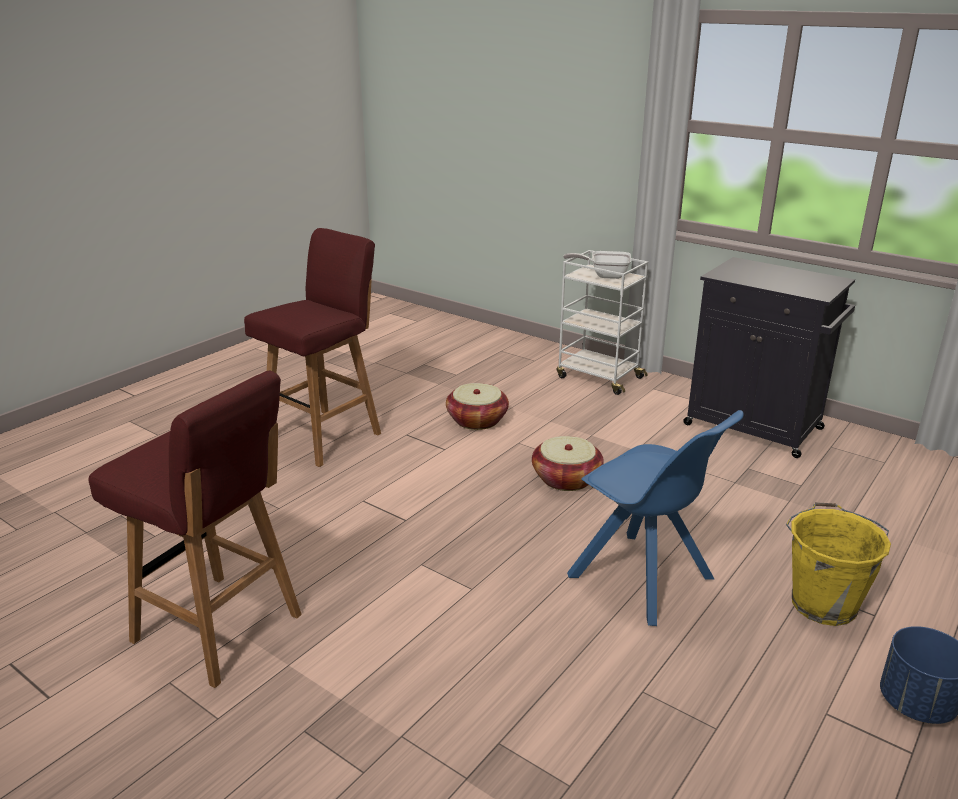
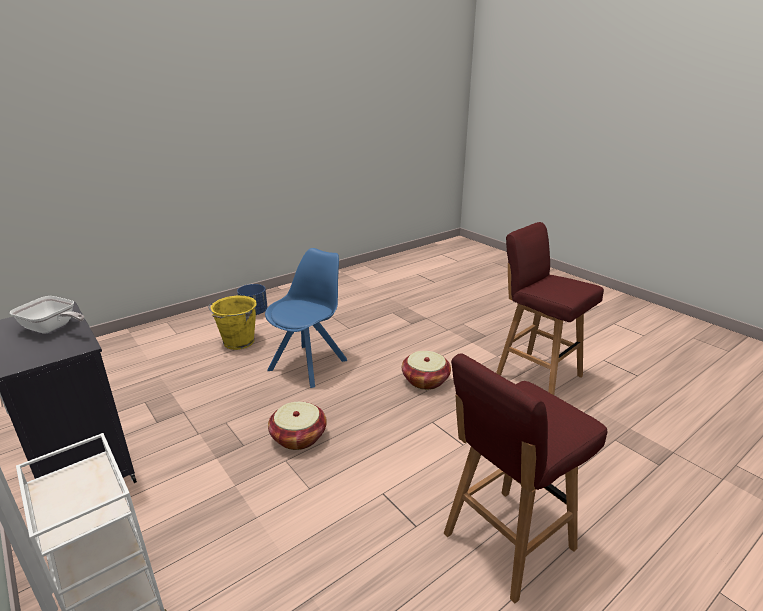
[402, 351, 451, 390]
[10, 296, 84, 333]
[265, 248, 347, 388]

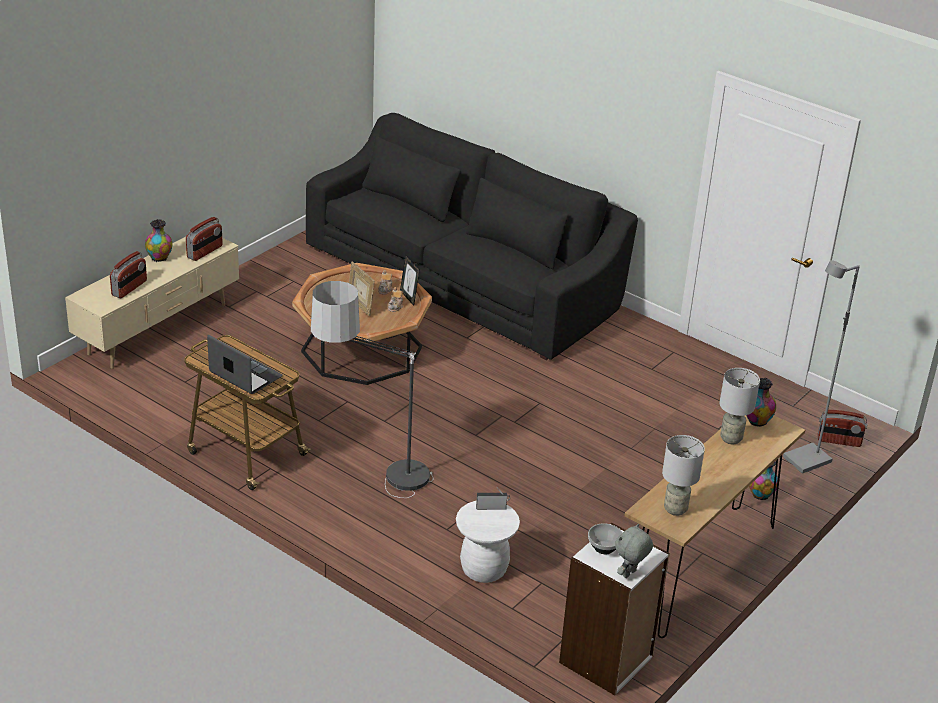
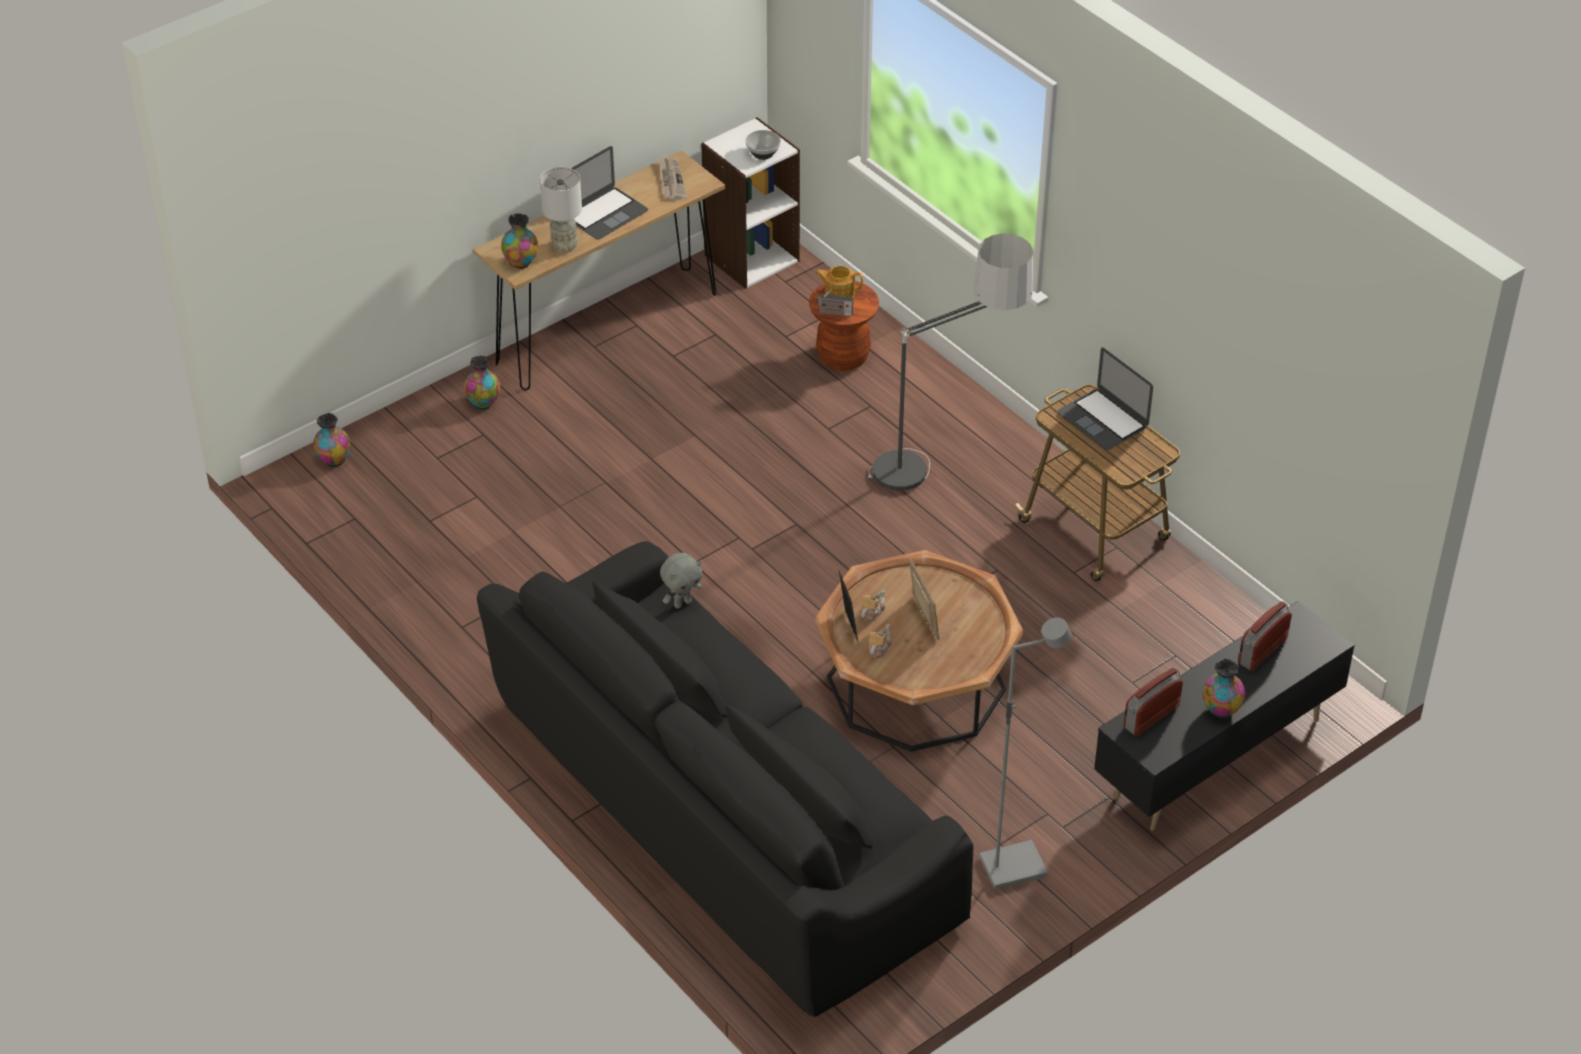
[572, 146, 648, 240]
[816, 266, 863, 298]
[660, 553, 702, 608]
[979, 617, 1072, 890]
[659, 158, 687, 201]
[313, 413, 351, 467]
[1094, 601, 1355, 831]
[809, 281, 879, 371]

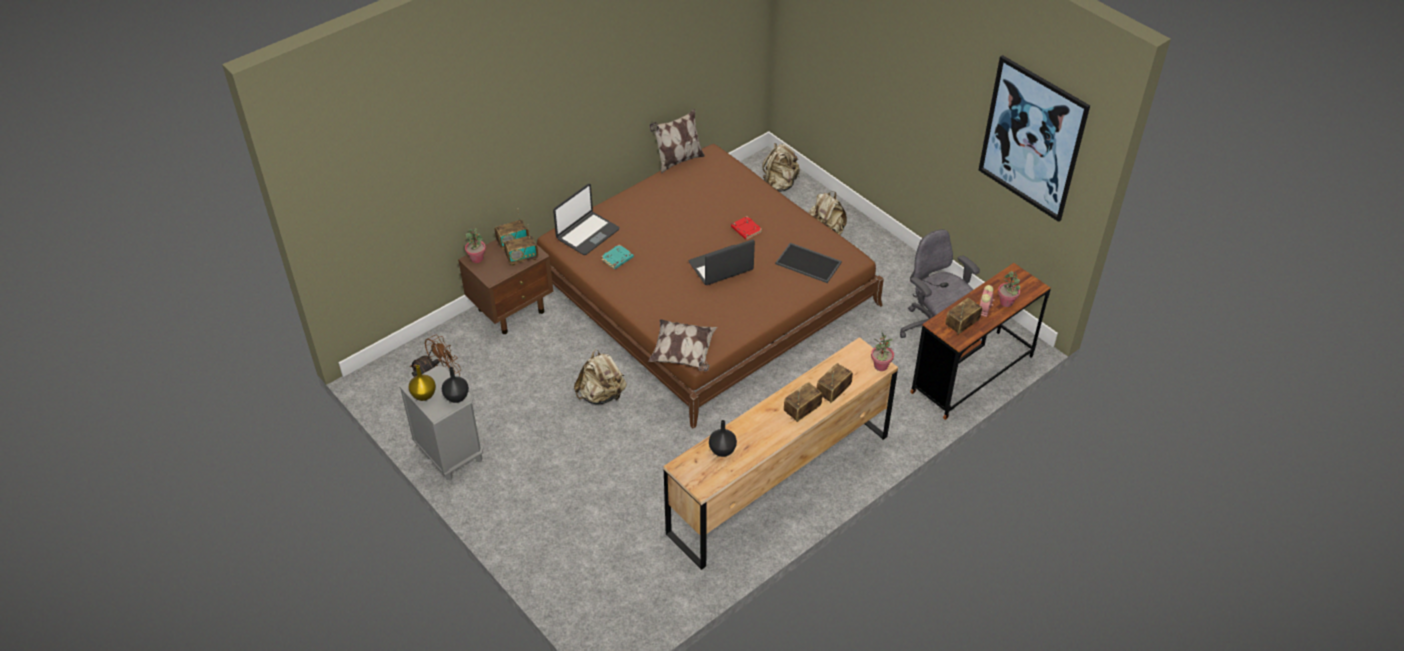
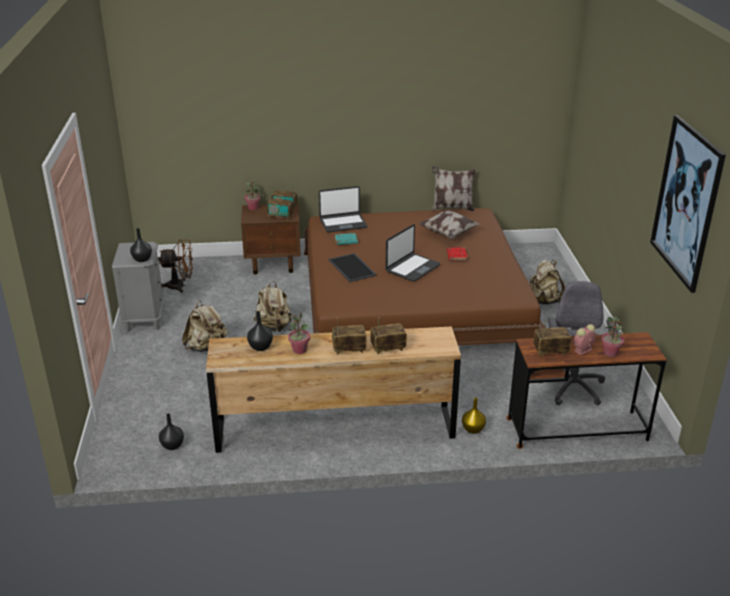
[159, 413, 184, 450]
[462, 398, 486, 434]
[419, 210, 480, 239]
[182, 301, 228, 352]
[329, 253, 377, 282]
[288, 312, 310, 354]
[385, 224, 440, 282]

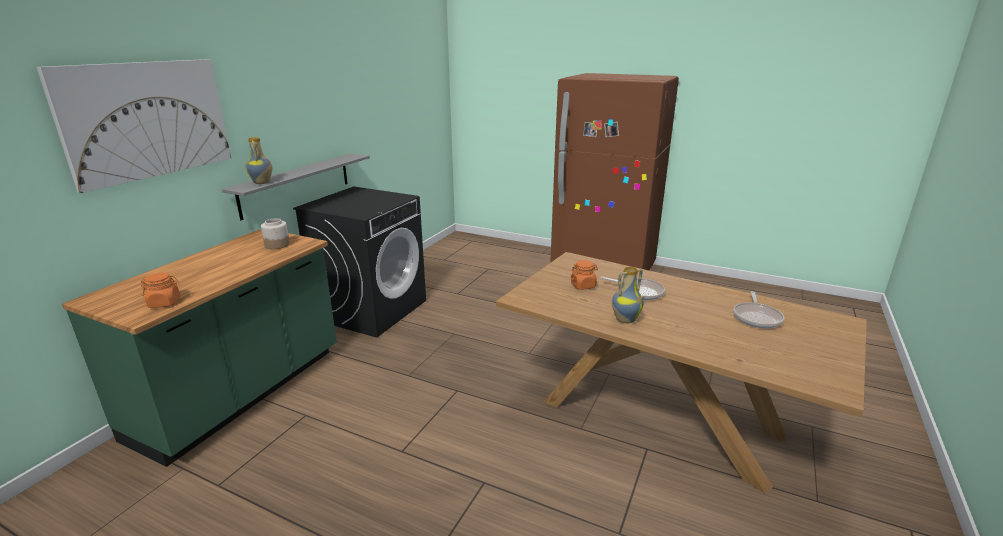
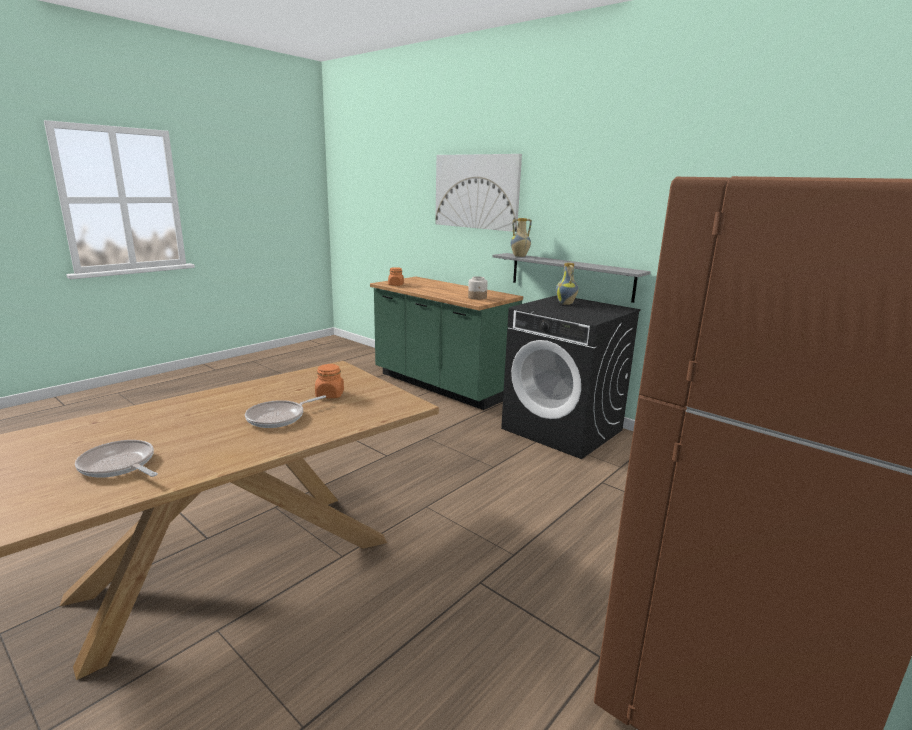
[556, 263, 578, 305]

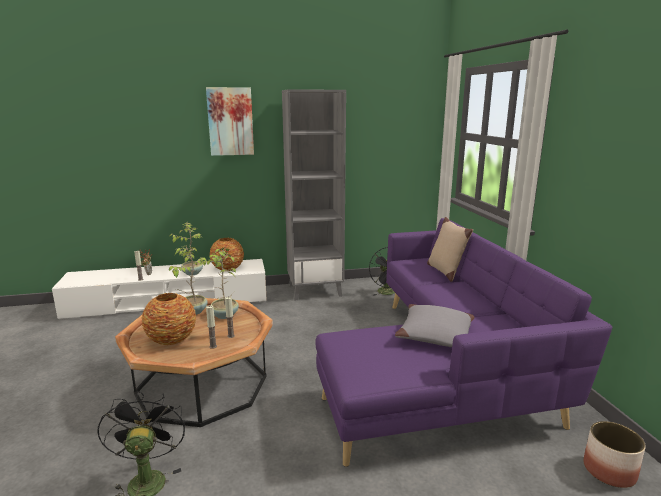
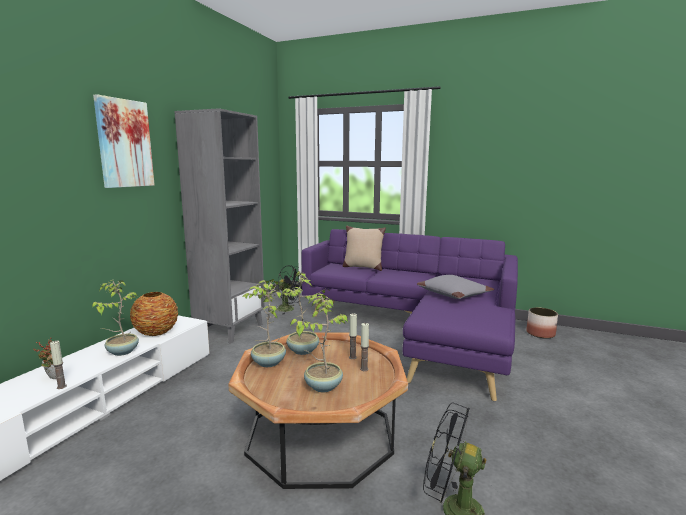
[290, 294, 349, 392]

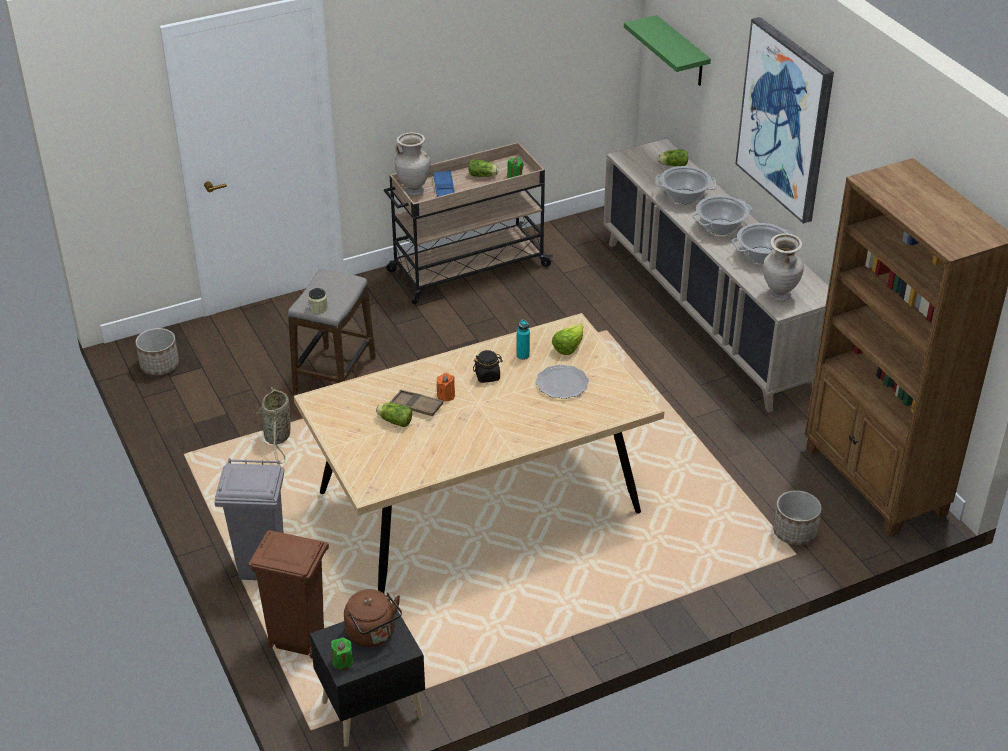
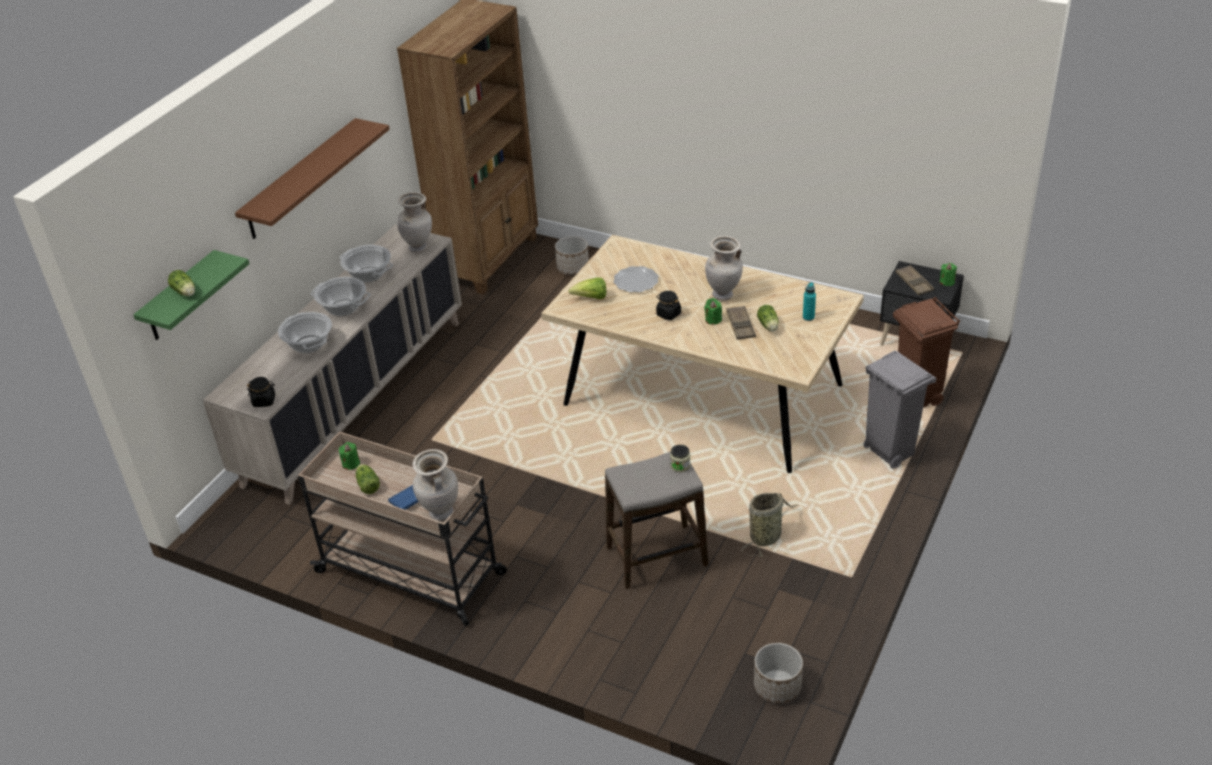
[247, 377, 275, 407]
[705, 236, 743, 301]
[803, 282, 816, 321]
[168, 270, 195, 296]
[896, 265, 934, 295]
[235, 118, 390, 239]
[704, 298, 722, 325]

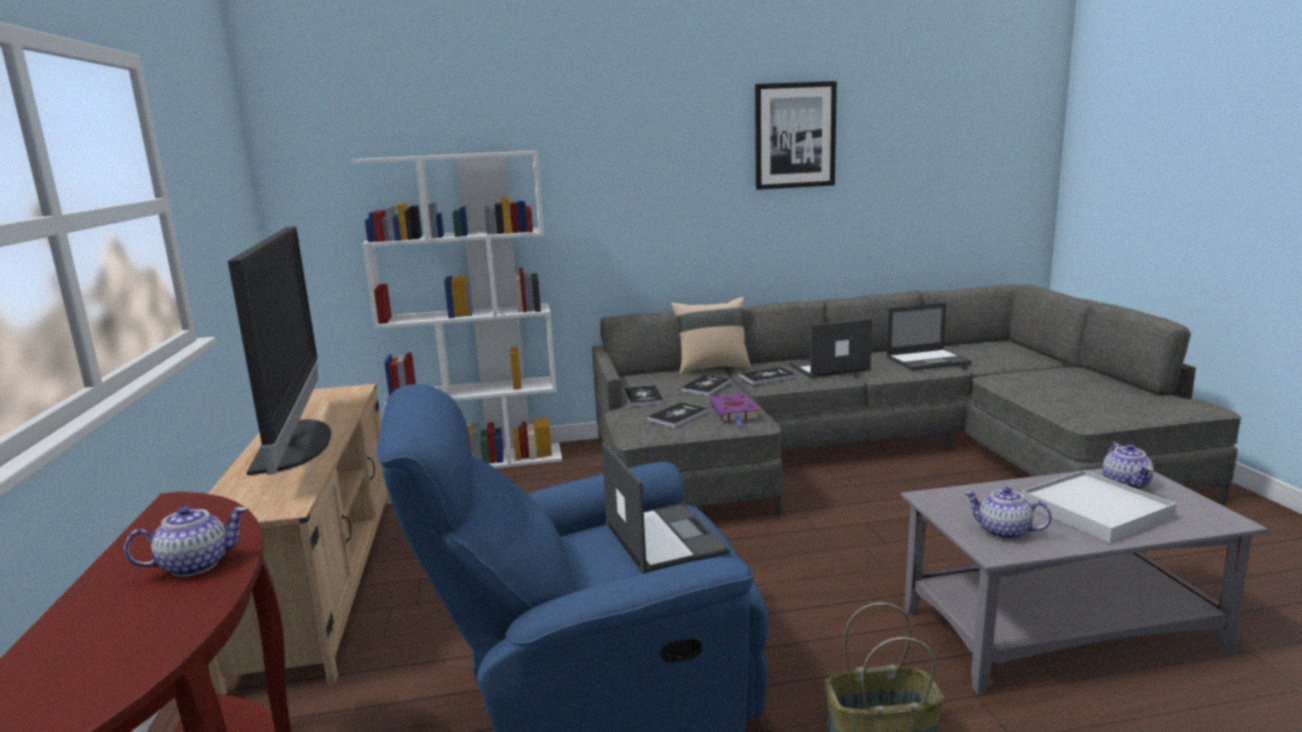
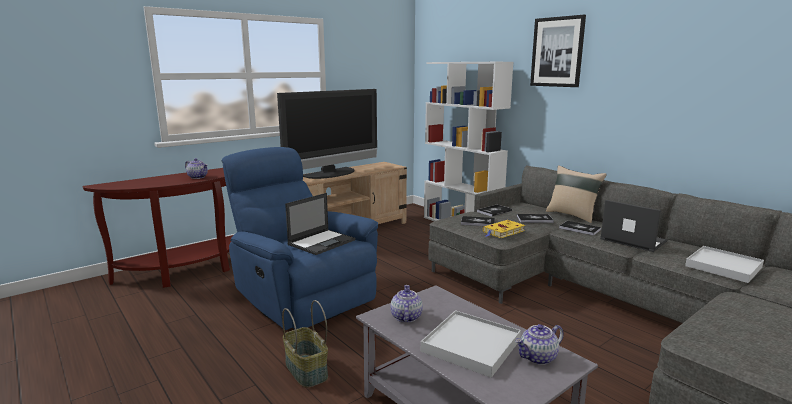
[530, 15, 586, 87]
[685, 246, 764, 283]
[483, 220, 525, 238]

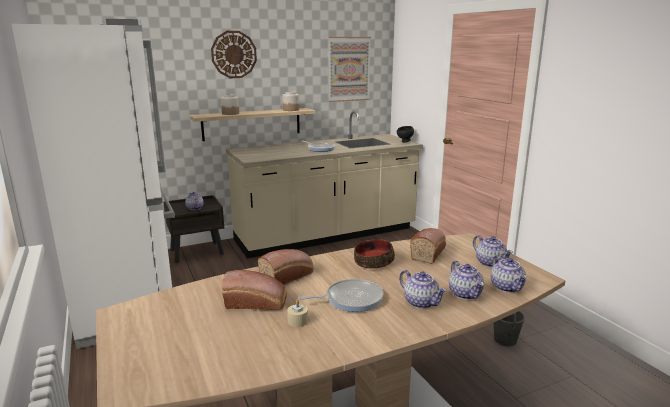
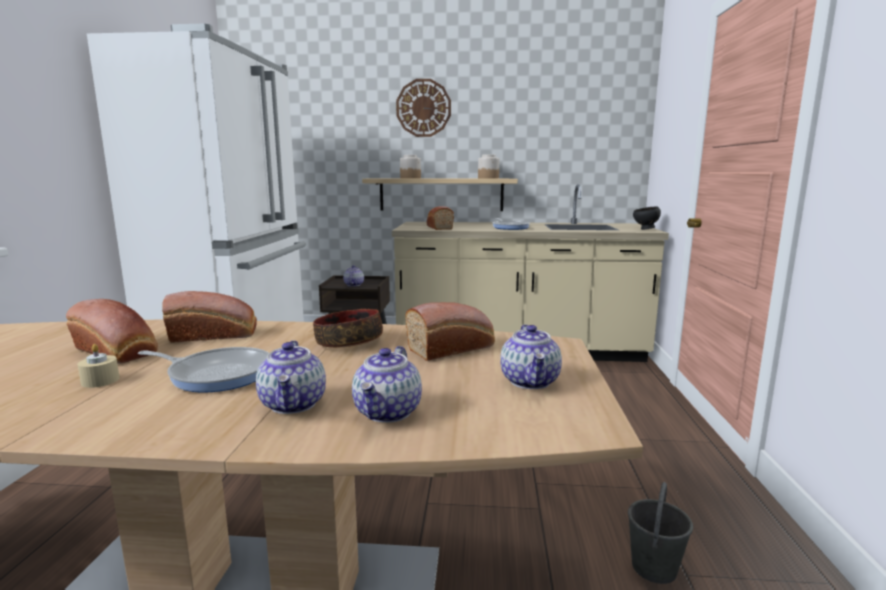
[328, 37, 371, 102] (first image)
[491, 255, 527, 293] (first image)
[427, 206, 454, 230]

